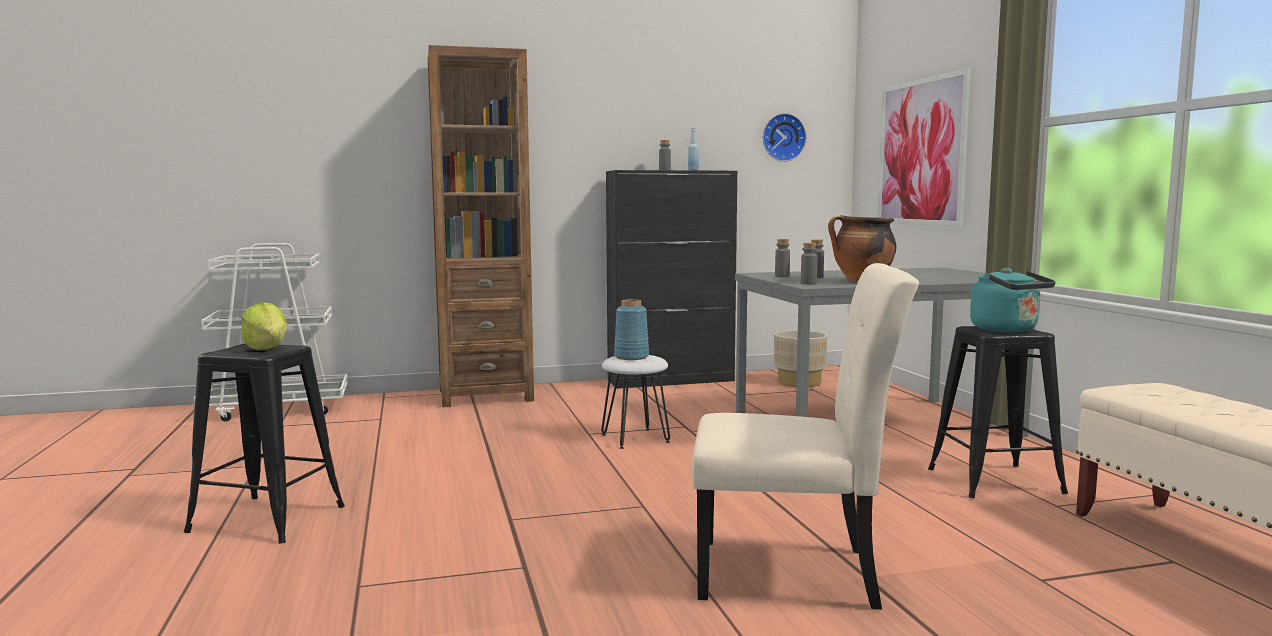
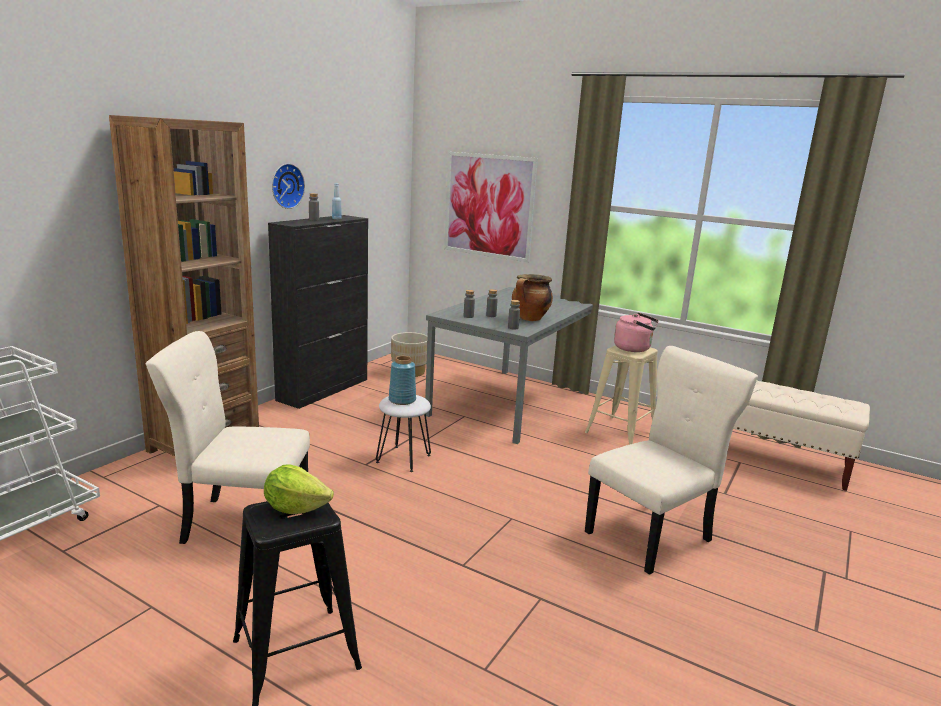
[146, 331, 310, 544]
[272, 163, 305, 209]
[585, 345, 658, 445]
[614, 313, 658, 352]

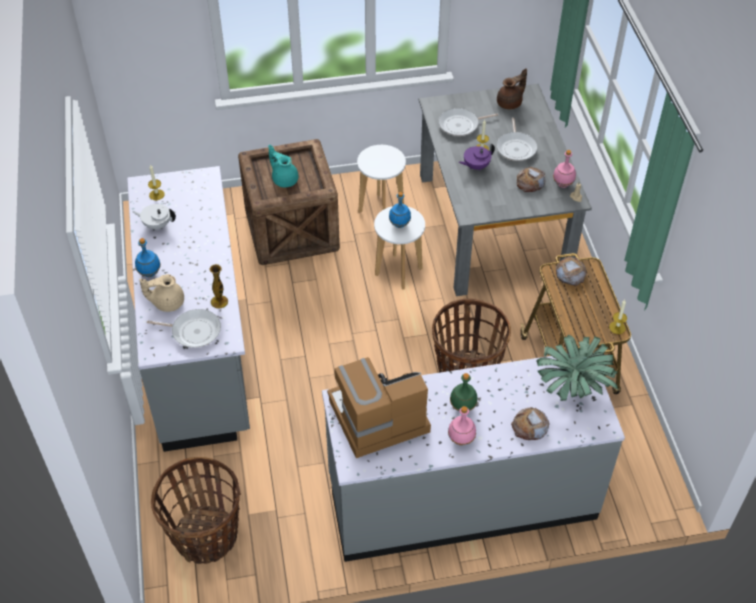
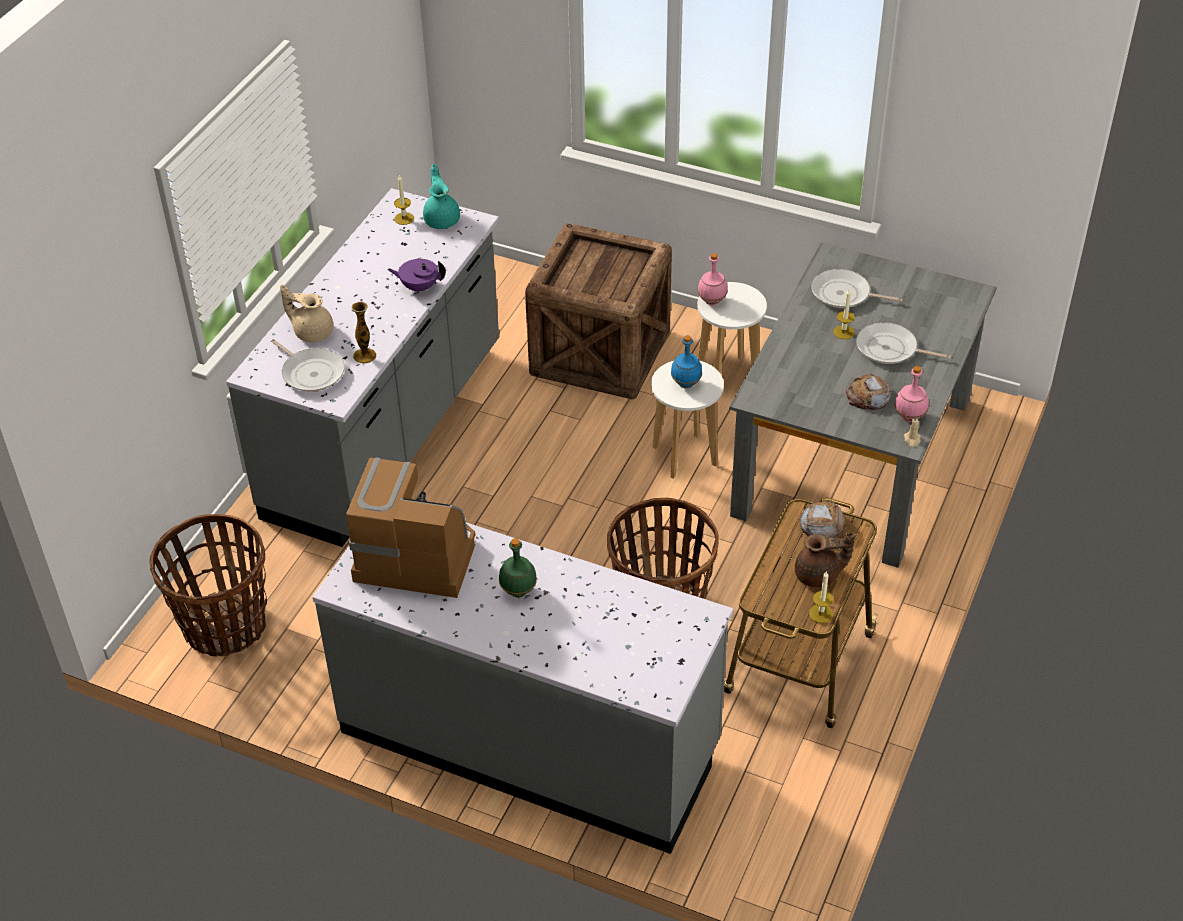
[133, 204, 176, 230] (first image)
[135, 238, 161, 277] (first image)
[511, 407, 550, 440] (first image)
[536, 335, 618, 401] (first image)
[423, 164, 460, 229]
[698, 253, 728, 305]
[387, 259, 446, 293]
[795, 532, 855, 588]
[856, 322, 951, 364]

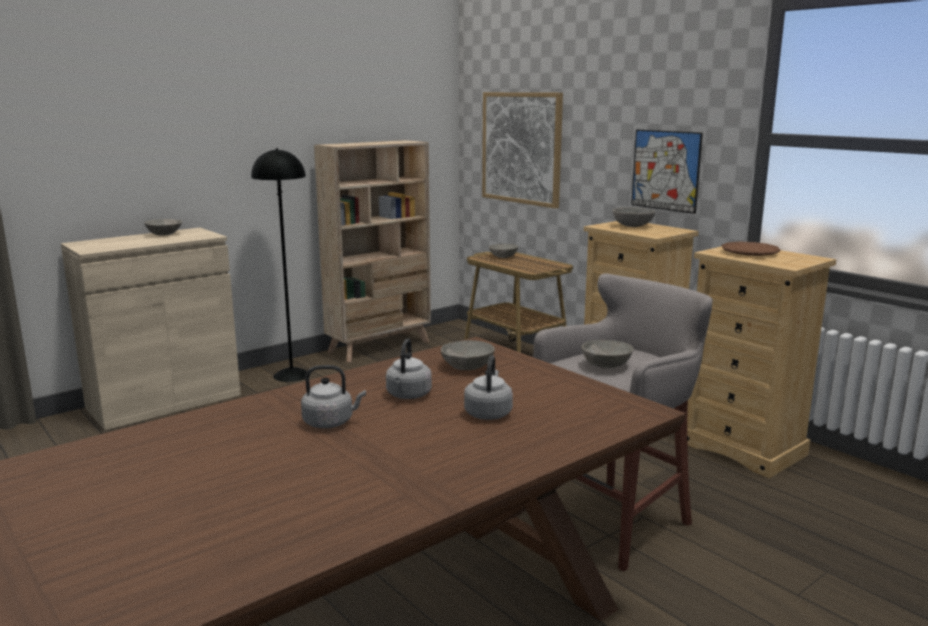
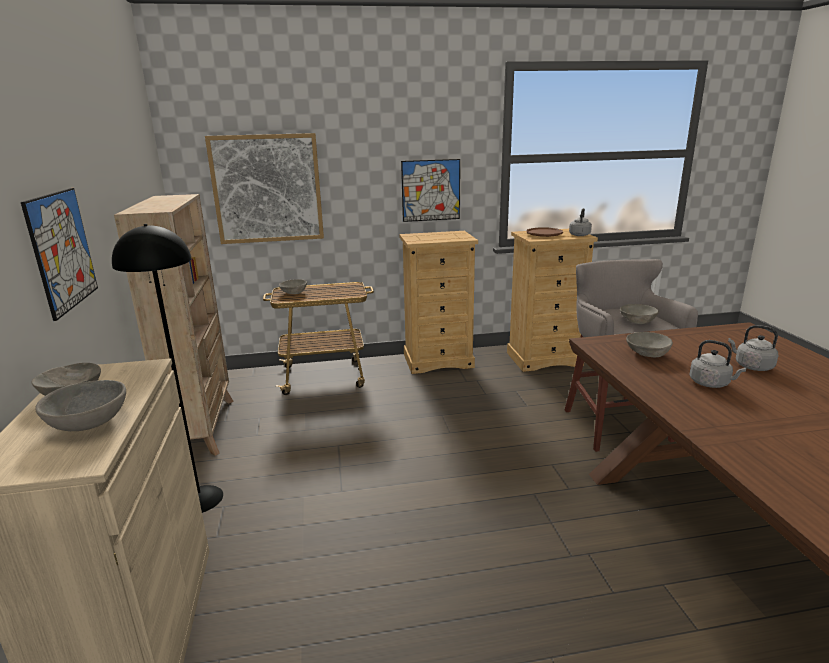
[21, 188, 98, 321]
[569, 208, 592, 236]
[35, 380, 126, 431]

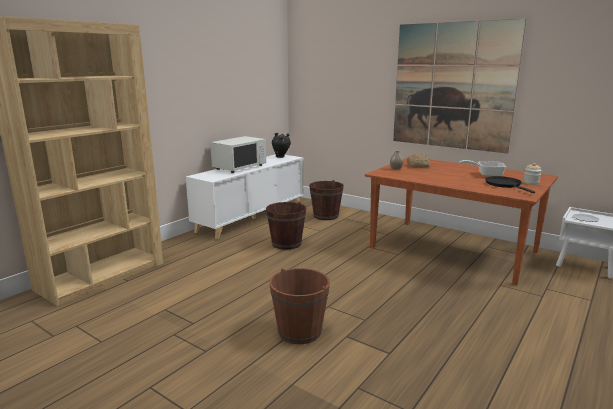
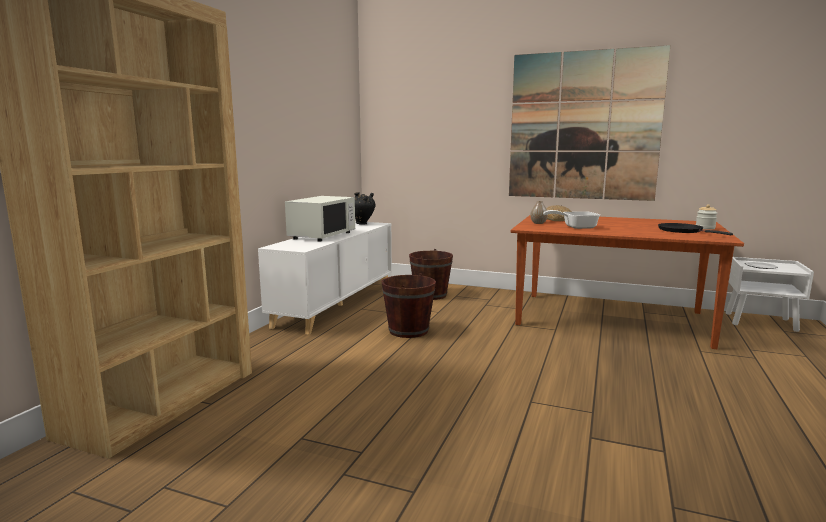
[269, 268, 330, 344] (first image)
[543, 210, 600, 229]

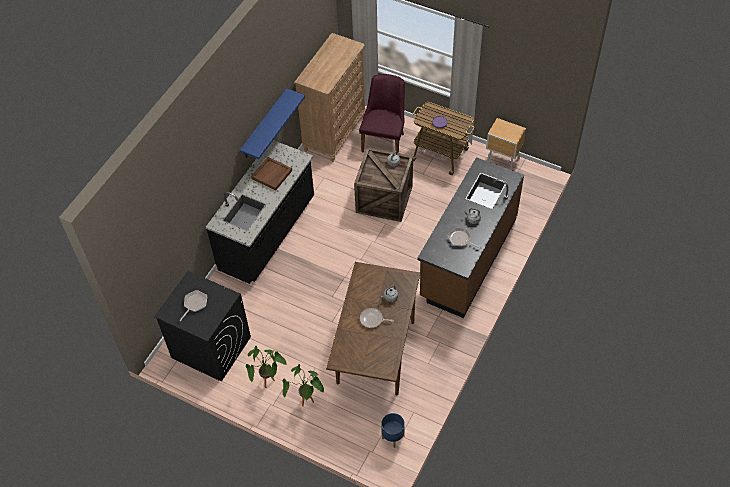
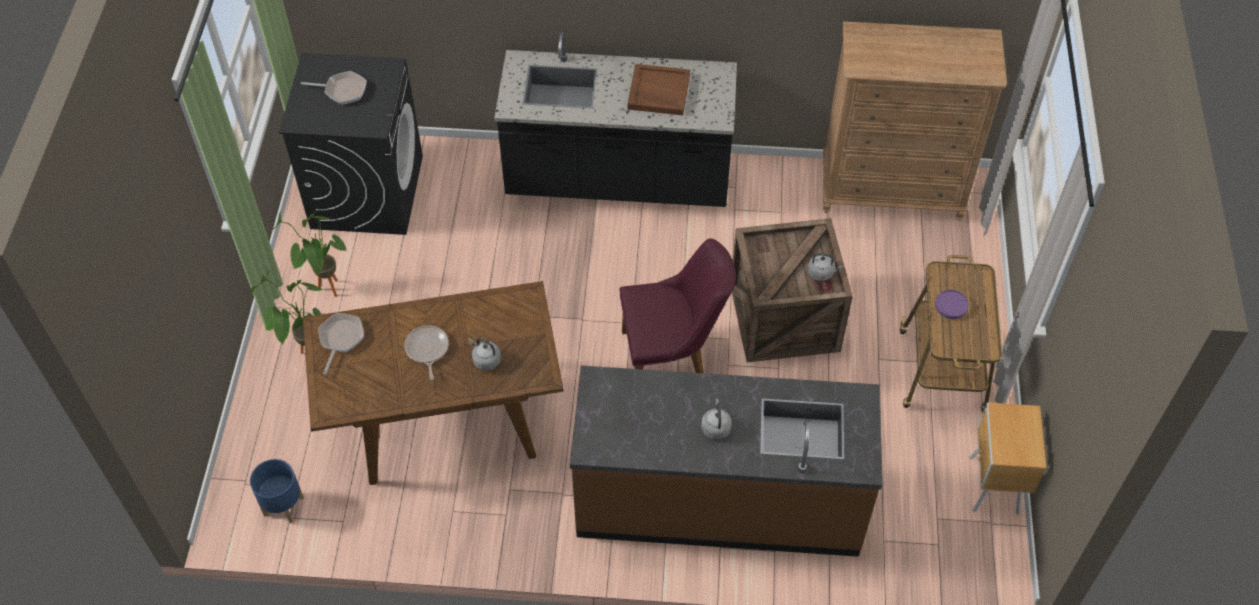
[240, 88, 305, 159] (first image)
[620, 239, 736, 373]
[318, 313, 364, 375]

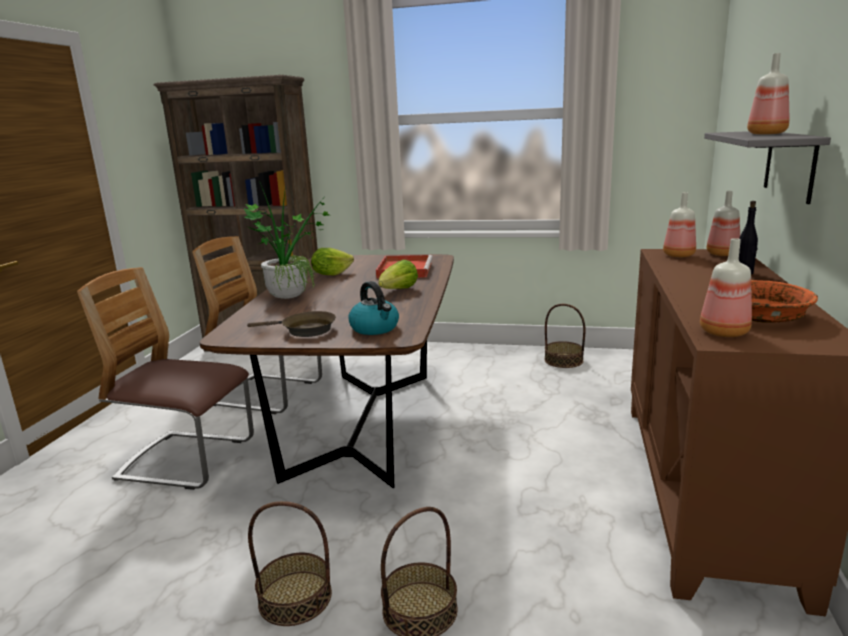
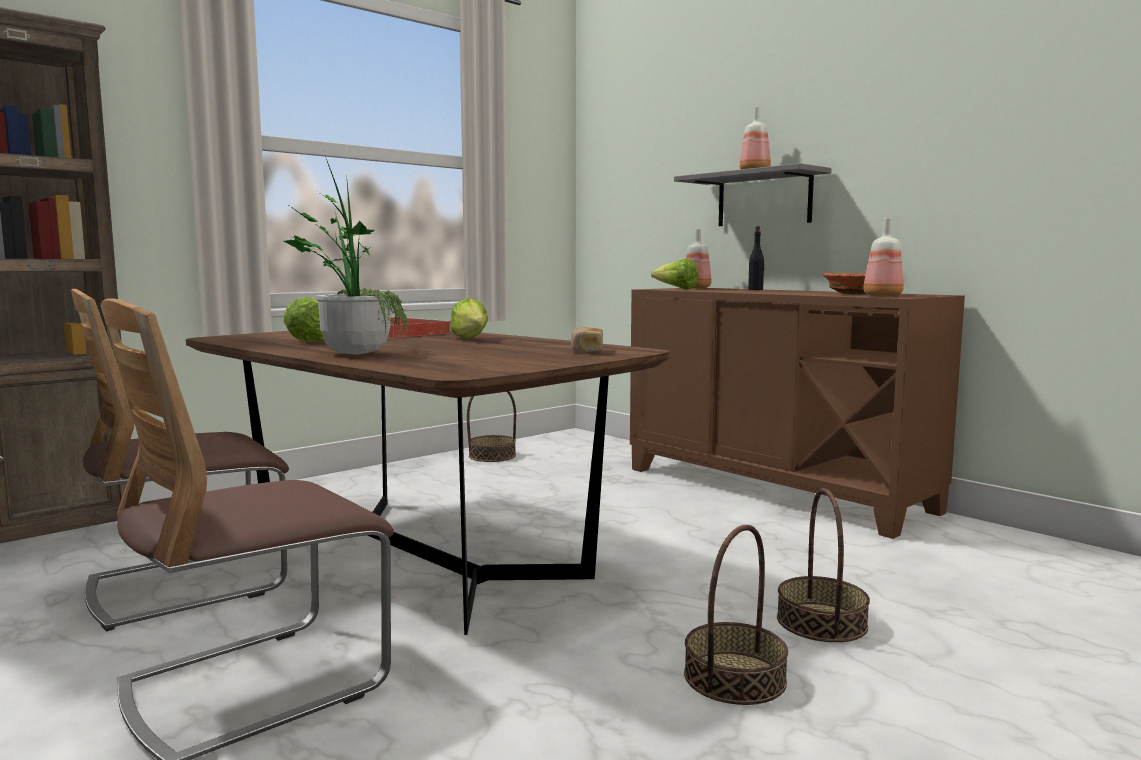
[247, 311, 336, 337] (first image)
[571, 327, 603, 353]
[651, 258, 698, 289]

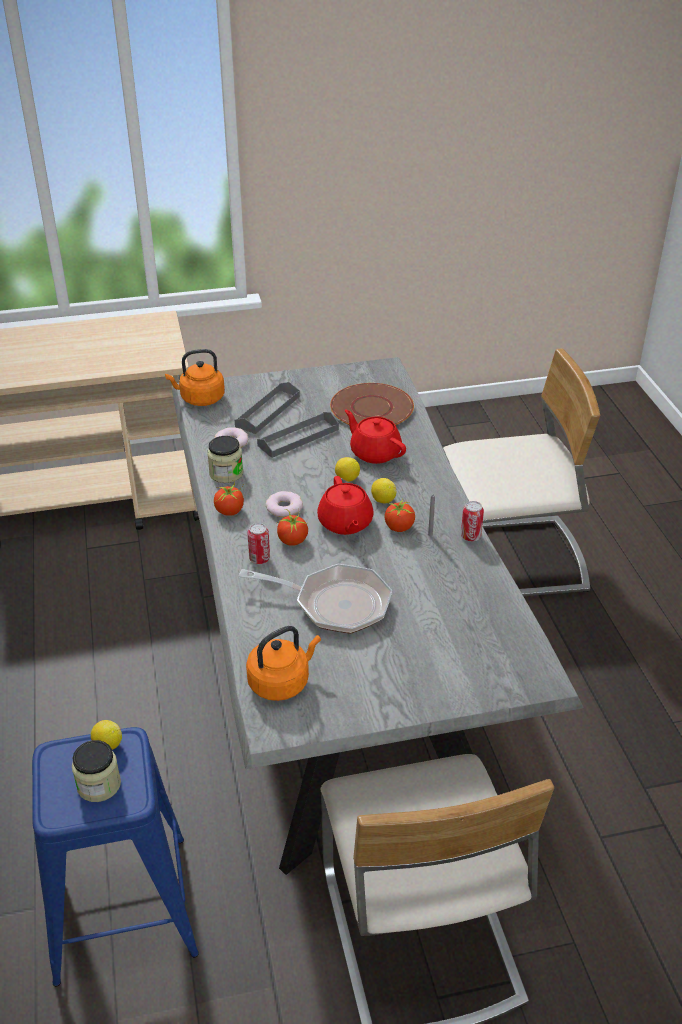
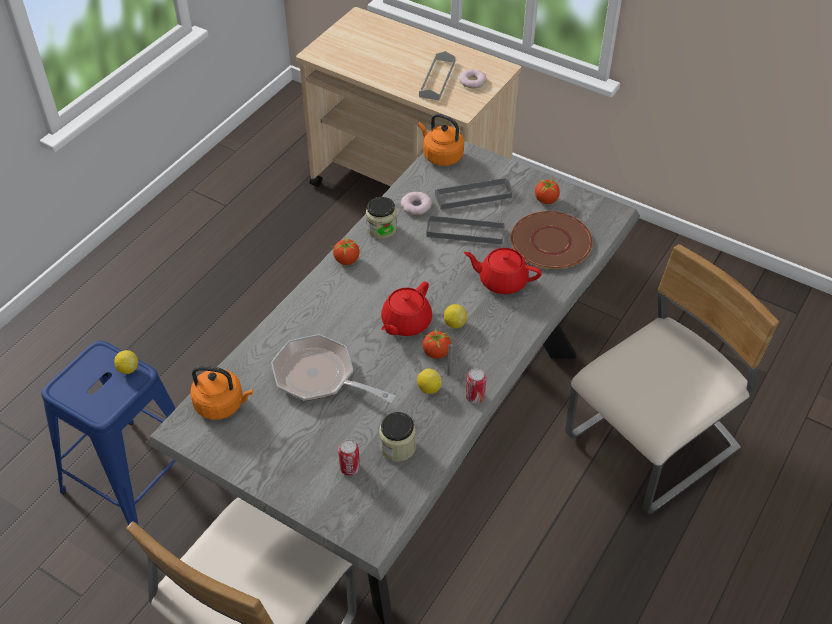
[419, 51, 455, 100]
[379, 412, 416, 462]
[338, 439, 360, 476]
[459, 69, 487, 88]
[535, 174, 560, 204]
[417, 369, 442, 394]
[271, 334, 396, 403]
[464, 248, 542, 294]
[565, 244, 779, 514]

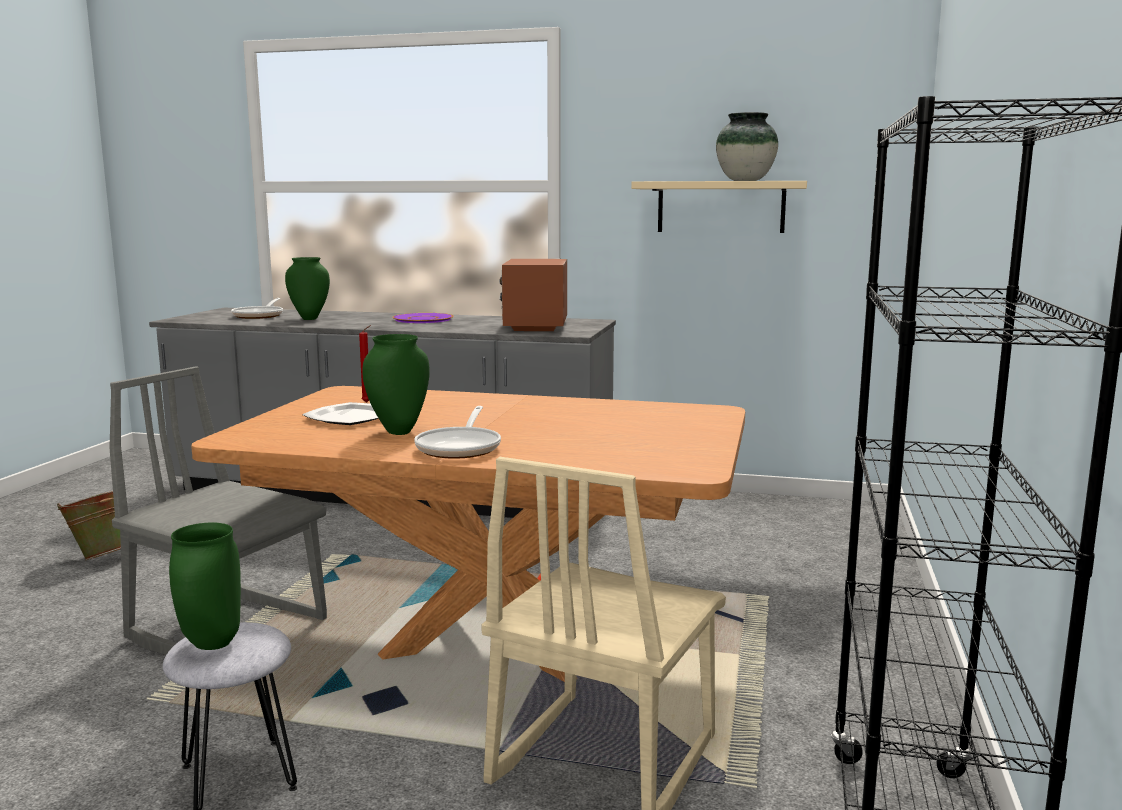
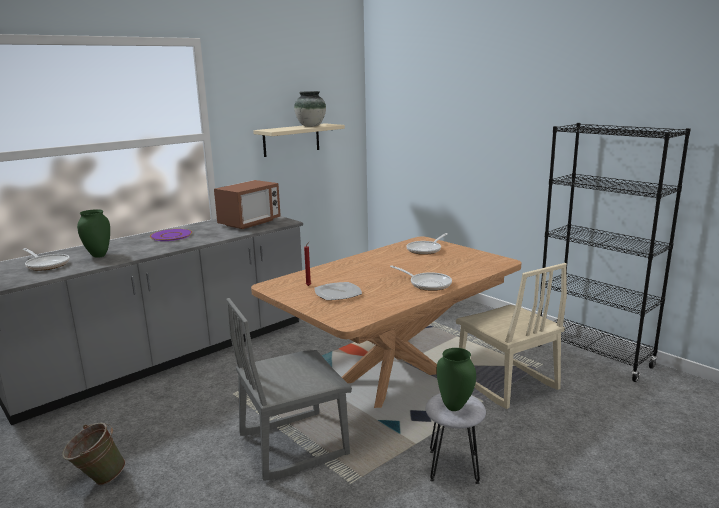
[362, 334, 430, 435] (first image)
[406, 233, 448, 255]
[214, 180, 281, 229]

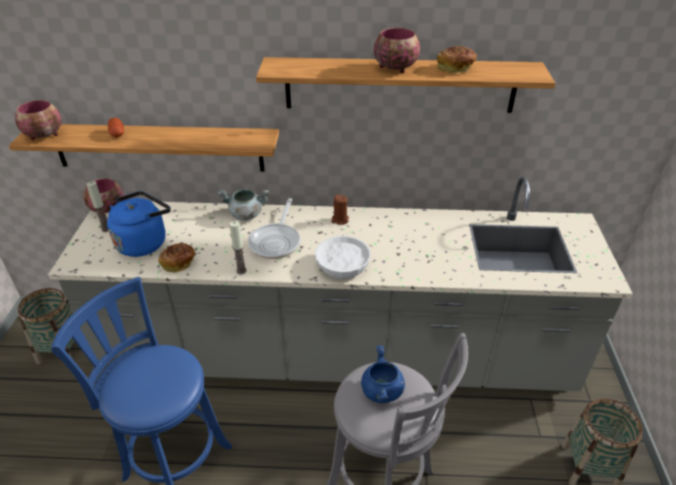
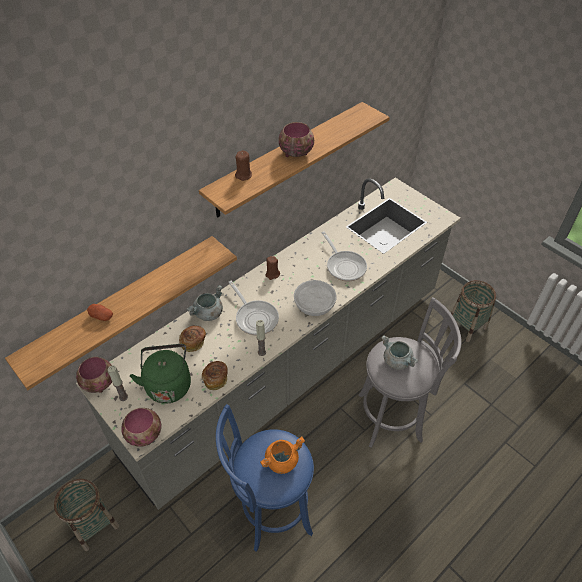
[235, 150, 252, 181]
[260, 436, 305, 474]
[322, 231, 367, 281]
[121, 408, 161, 447]
[179, 326, 206, 352]
[130, 344, 191, 404]
[382, 335, 419, 370]

